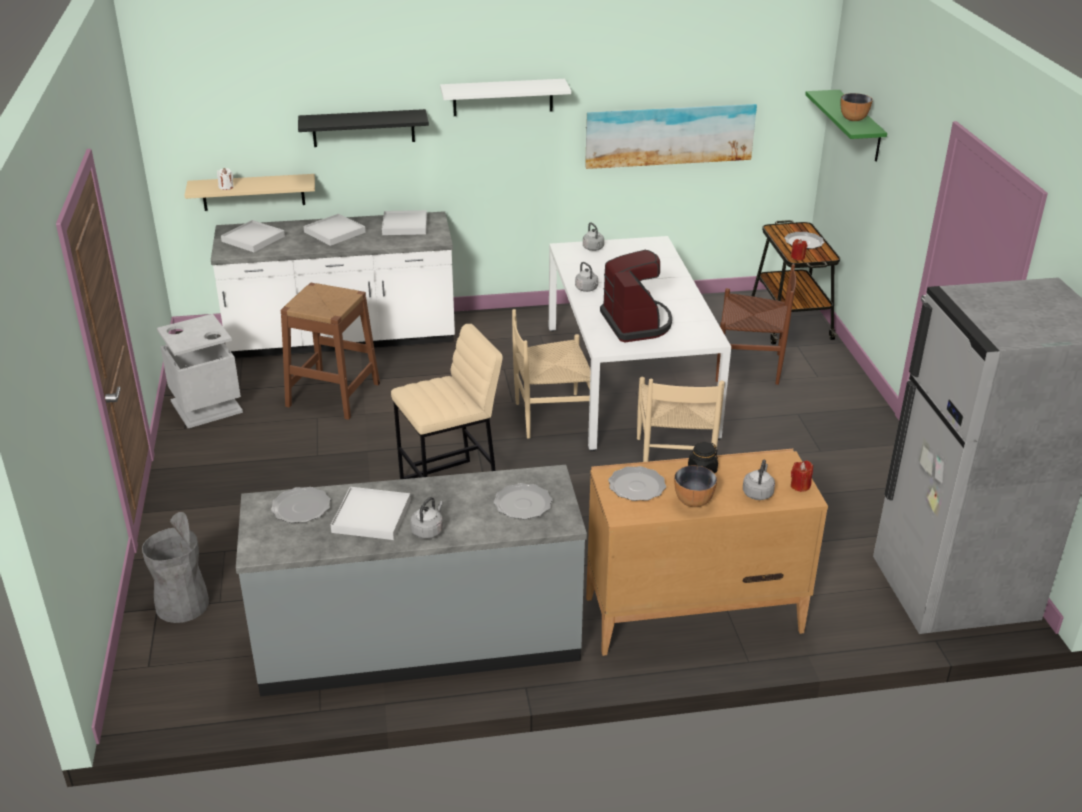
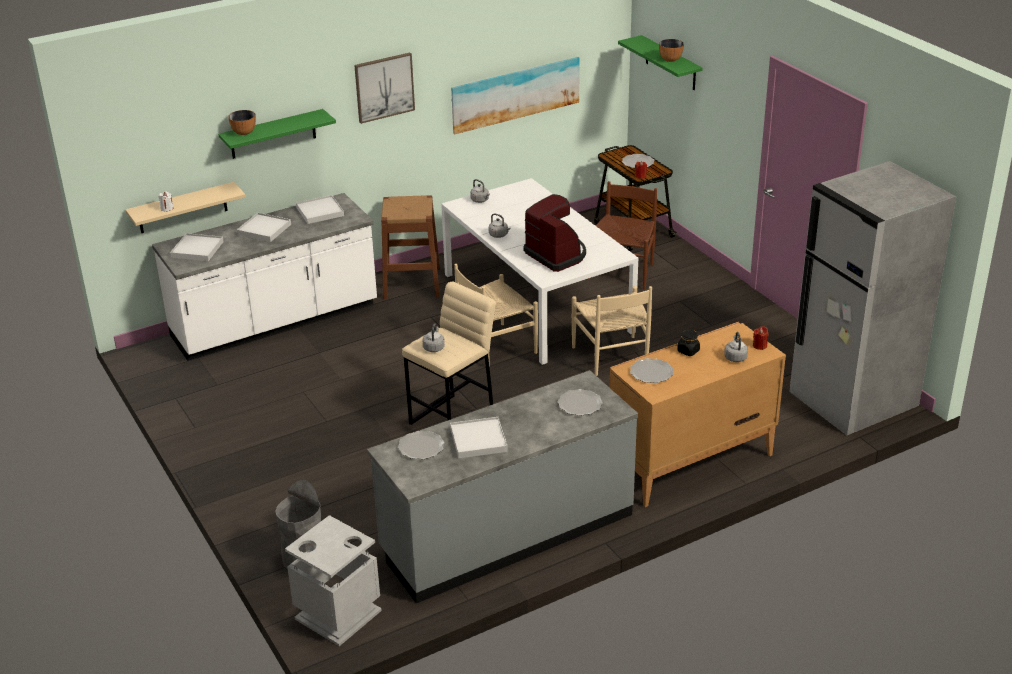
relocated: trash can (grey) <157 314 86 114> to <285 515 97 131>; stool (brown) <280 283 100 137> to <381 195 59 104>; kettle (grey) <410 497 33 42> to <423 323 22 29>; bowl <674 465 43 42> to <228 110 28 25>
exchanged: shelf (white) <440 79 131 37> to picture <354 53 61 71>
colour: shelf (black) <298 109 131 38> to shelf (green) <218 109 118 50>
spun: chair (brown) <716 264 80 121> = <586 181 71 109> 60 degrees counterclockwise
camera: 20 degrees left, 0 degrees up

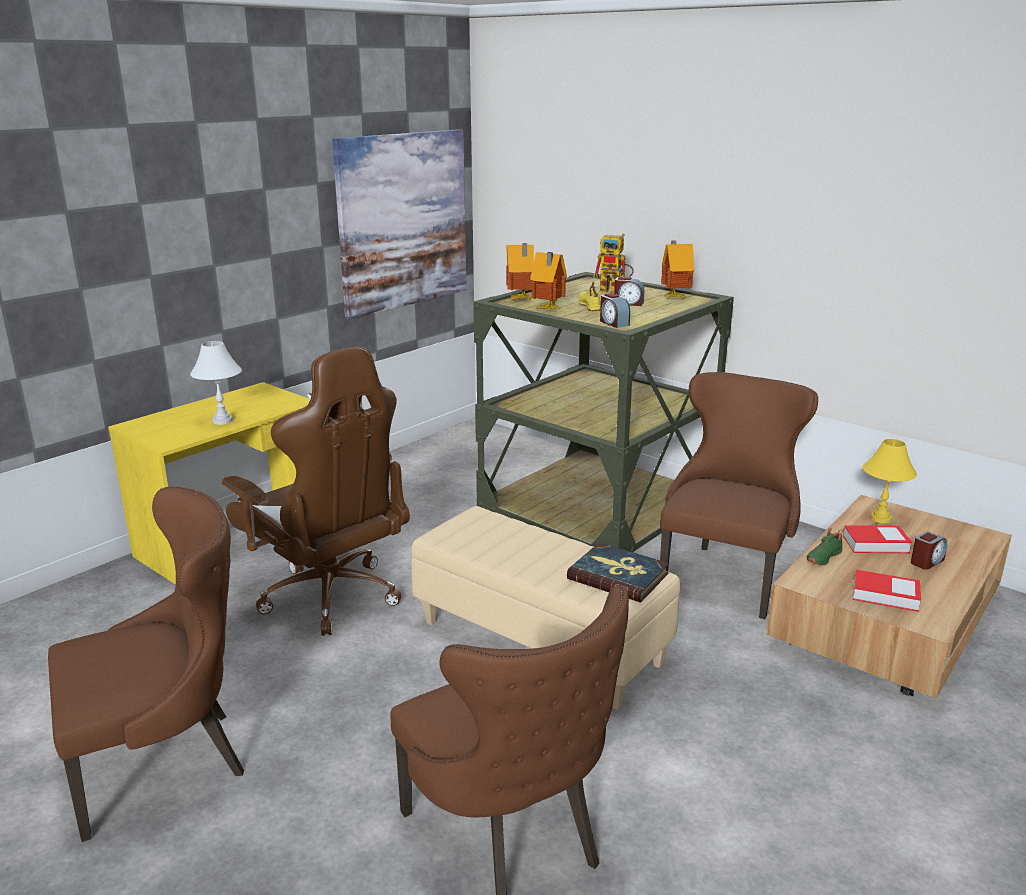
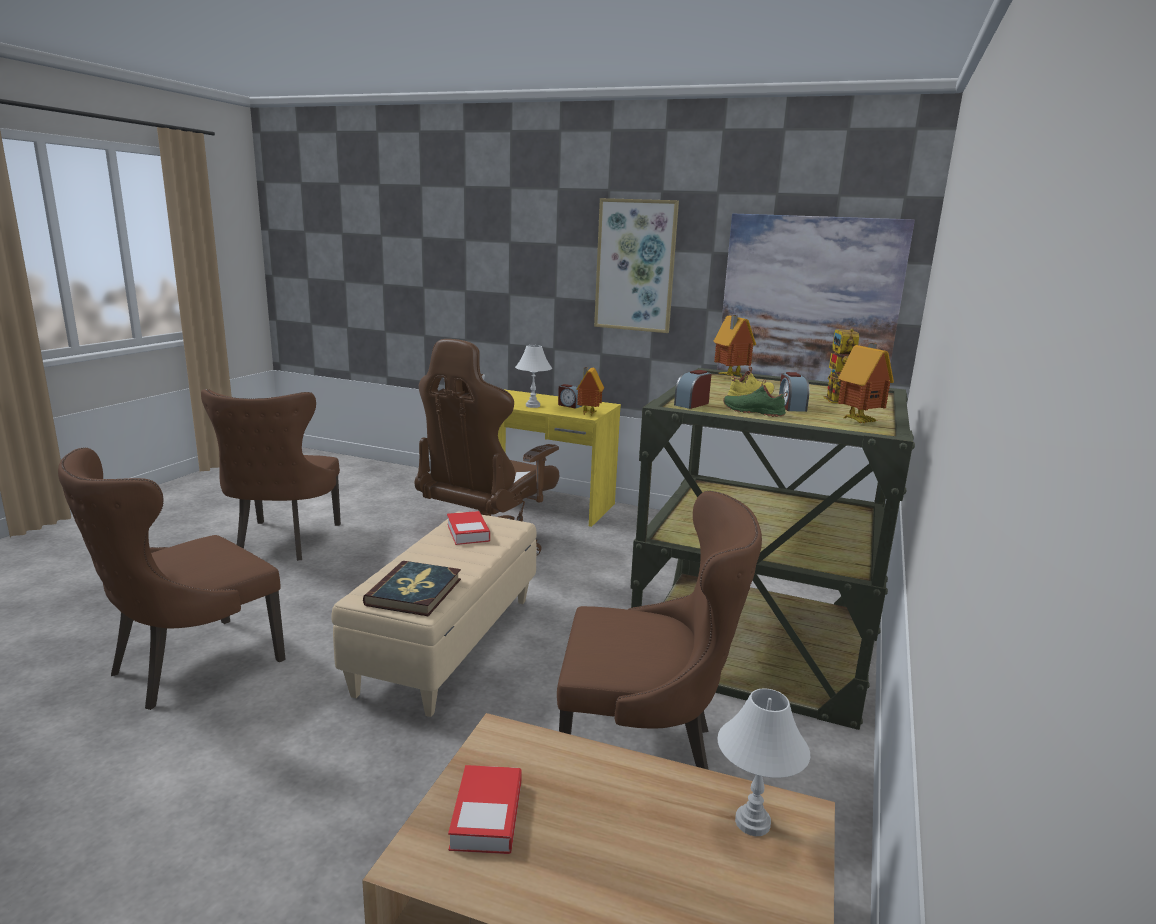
appeared: picture <594 198 85 135>
relocated: toy house <530 252 37 59> to <576 367 28 49>; shoe (green) <807 528 36 38> to <723 380 65 37>; book <843 525 69 28> to <447 511 43 34>; alarm clock <911 531 36 39> to <558 384 24 25>
colour: table lamp (yellow) <863 439 54 84> to table lamp (white) <718 688 92 148>
spun: chair (brown) <48 487 196 355> = <201 389 140 172> 45 degrees clockwise
camera: 70 degrees right, 5 degrees down

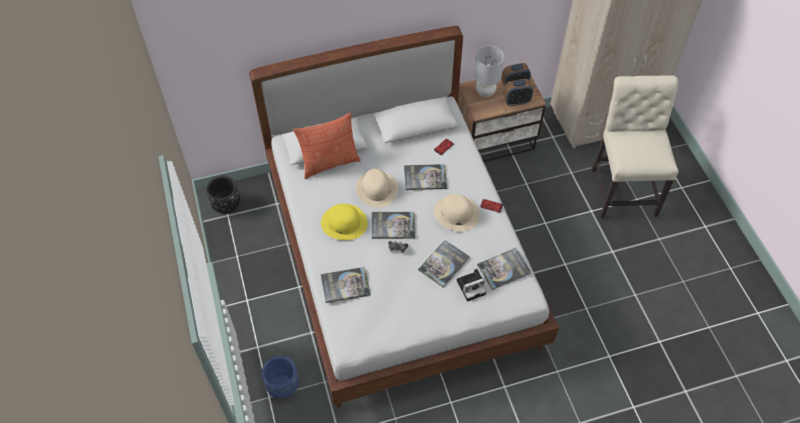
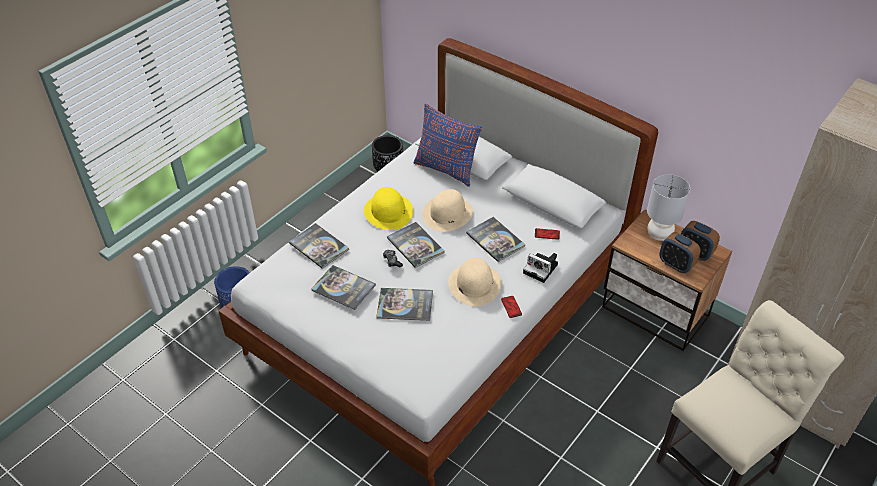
relocated: photo camera <457 269 29 32> to <523 253 35 30>; book <477 248 54 42> to <311 265 65 45>
colour: pillow (orange) <294 113 67 66> to pillow (blue) <414 104 68 83>
camera: 55 degrees right, 10 degrees down

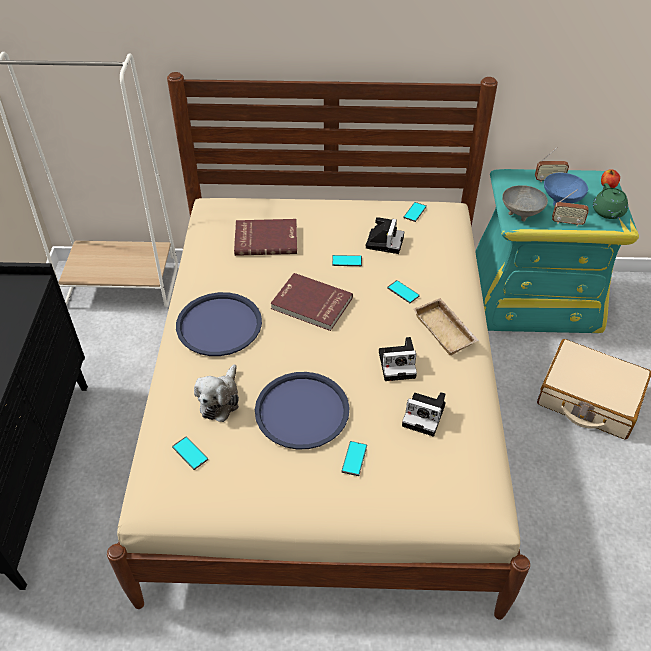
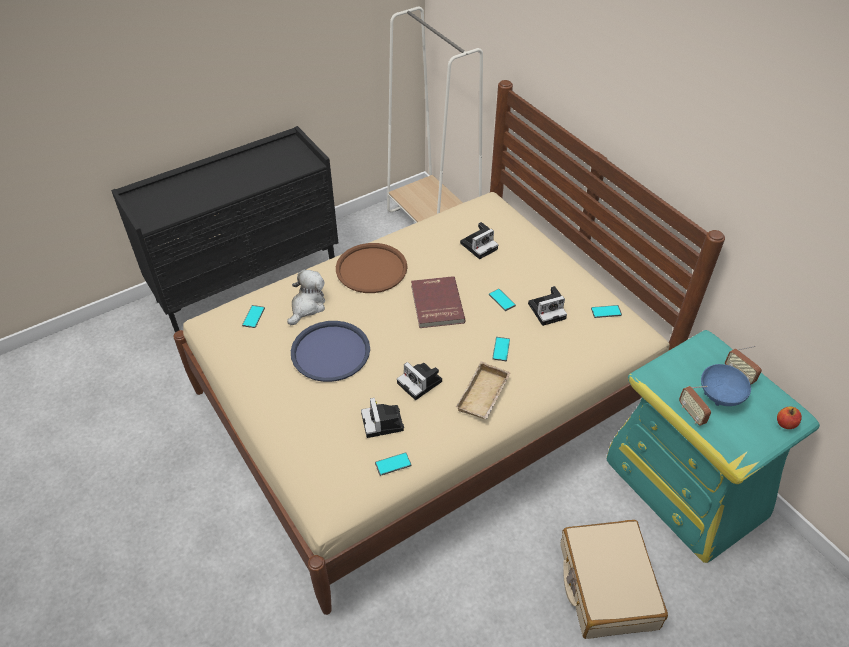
missing: bowl (grey) <502 185 46 36>; teapot (green) <593 183 35 36>
relocated: phone <342 441 25 35> to <375 452 36 24>
exchanged: book (red) <234 219 63 37> to photo camera <460 222 38 37>
colour: tray (blue) <176 292 86 64> to tray (brown) <336 243 72 50>
spun: plush toy <194 364 45 58> = <287 269 38 56> 135 degrees clockwise
camera: 55 degrees right, 0 degrees up

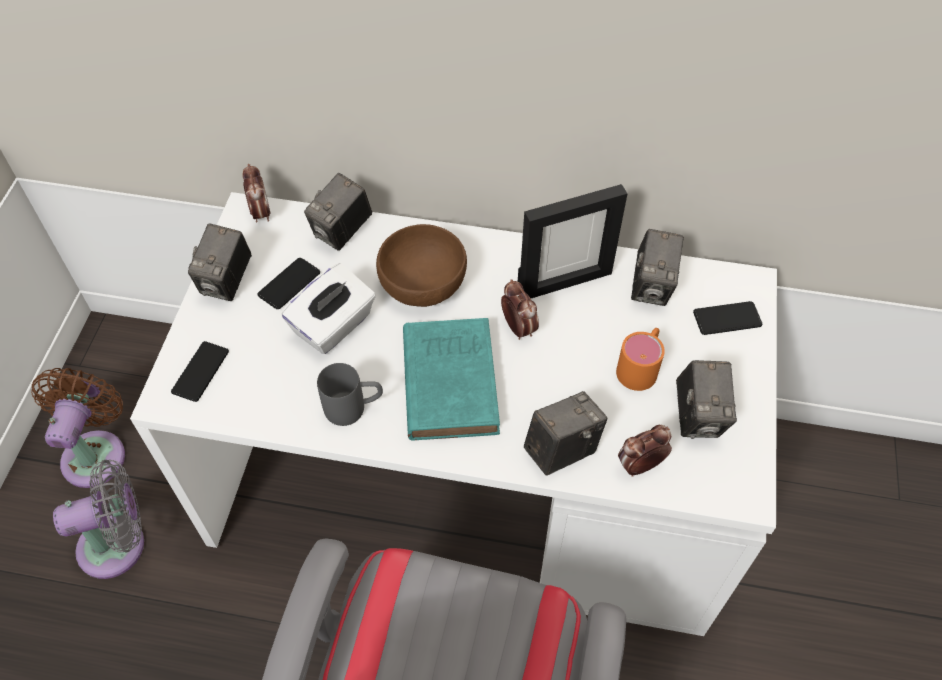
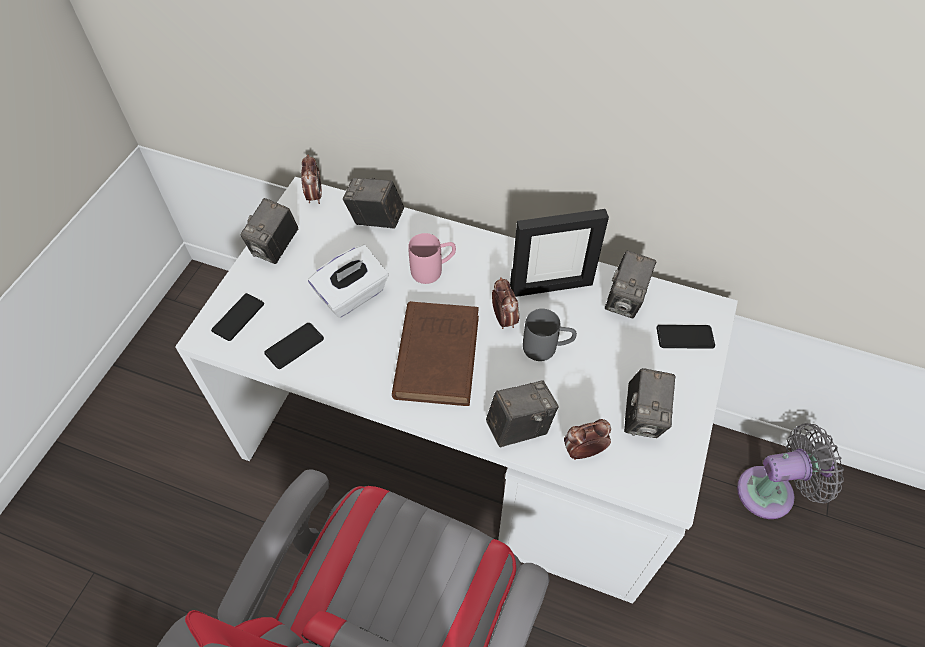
missing: fan (brown) <31 368 94 120>; mug (orange) <616 328 49 63>
relocated: fan (grey) <53 460 91 119> to <737 423 107 96>; phone <257 258 63 51> to <264 323 60 46>; mug (grey) <317 363 66 63> to <523 309 54 52>
exchanged: bowl (brown) <376 224 91 83> to mug (pink) <408 233 48 51>
colour: book (turquoise) <403 318 97 123> to book (brown) <392 301 87 105>
spun: photo camera <304 173 68 78> = <343 177 61 52> 60 degrees clockwise
camera: 10 degrees right, 0 degrees up

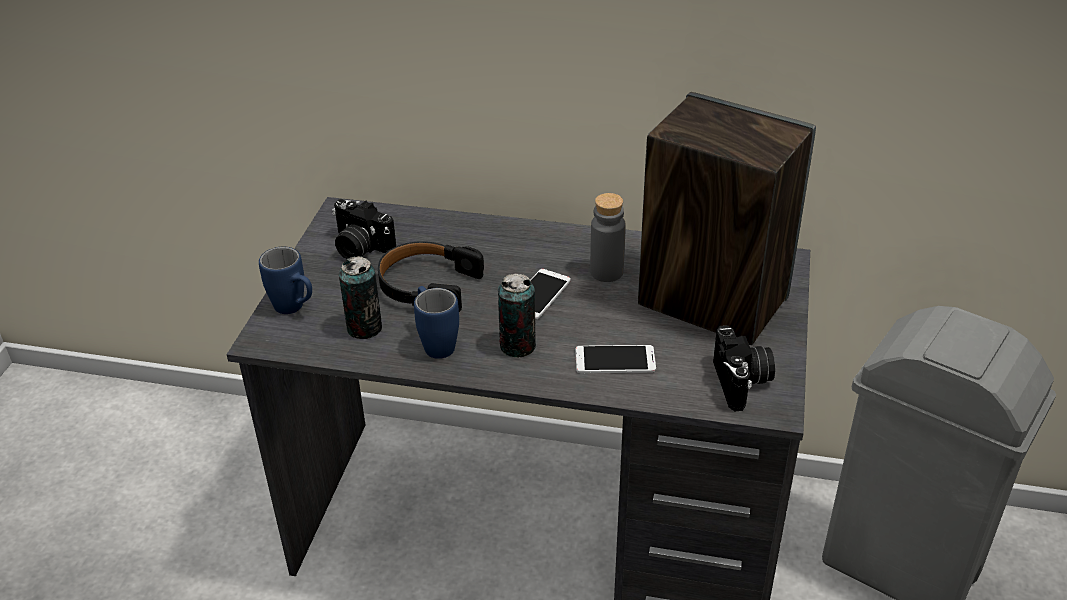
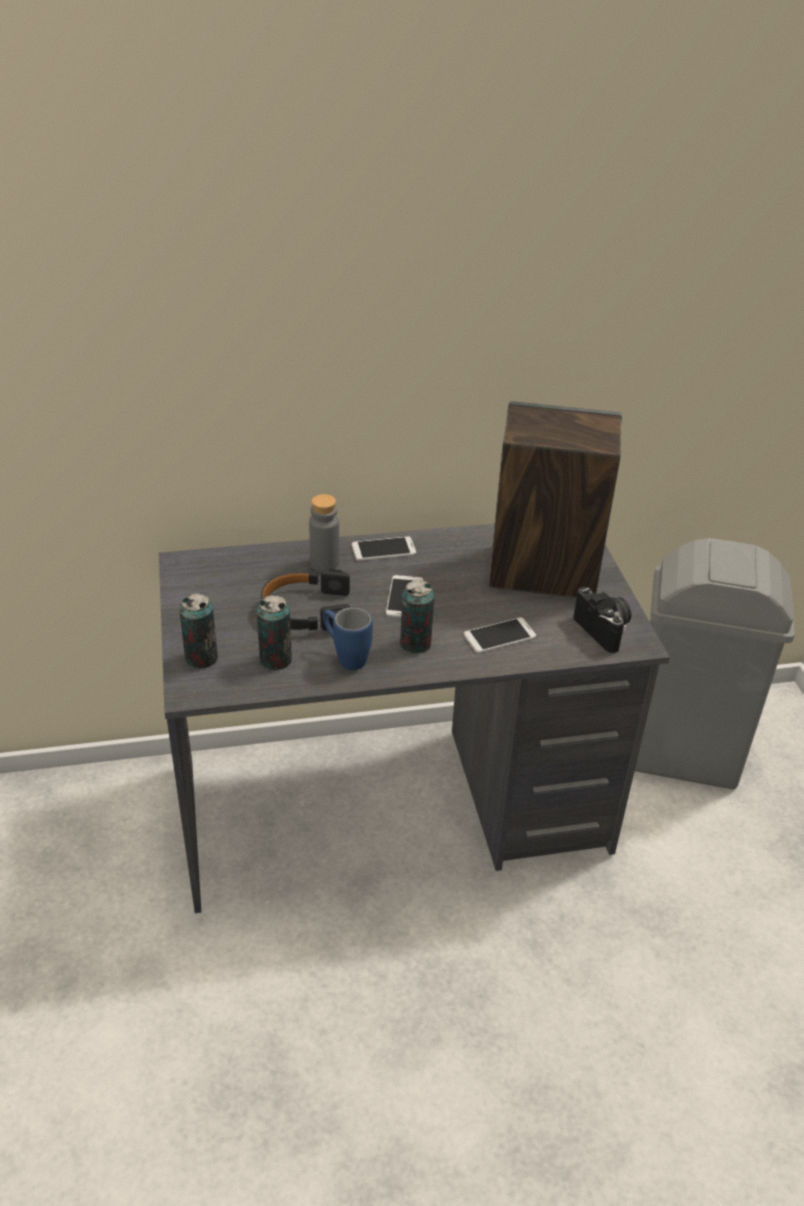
missing: photo camera <332 199 64 60>
appeared: phone <352 536 64 25>
relocated: bottle (grey) <590 193 36 89> to <309 494 30 77>
exchanged: mug (blue) <259 247 53 67> to can <179 593 39 75>
camera: 25 degrees left, 0 degrees up

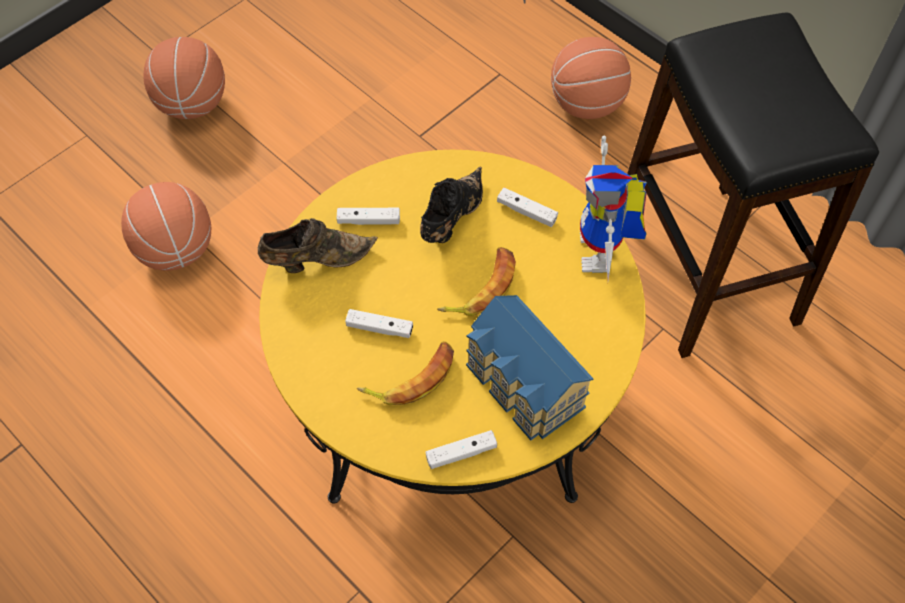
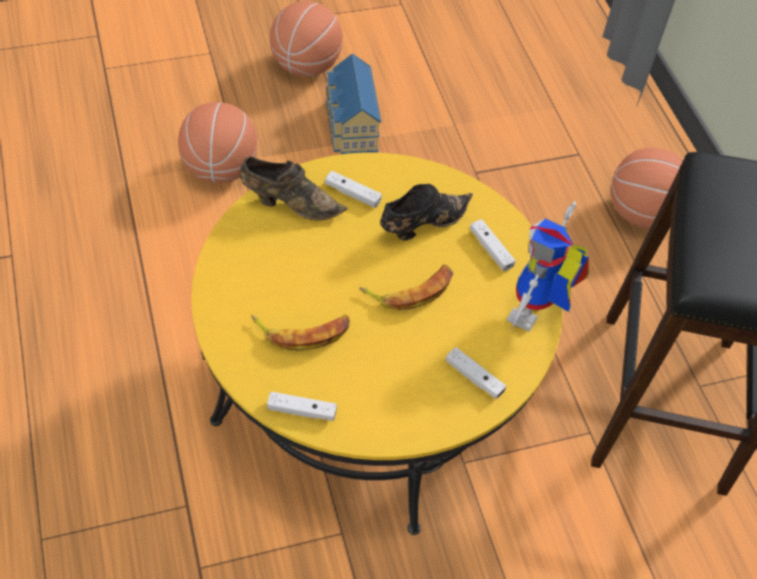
relocated: game controller (white) <345 309 68 29> to <446 347 60 52>; toy house <466 295 127 145> to <326 53 55 101>
camera: 25 degrees right, 5 degrees down

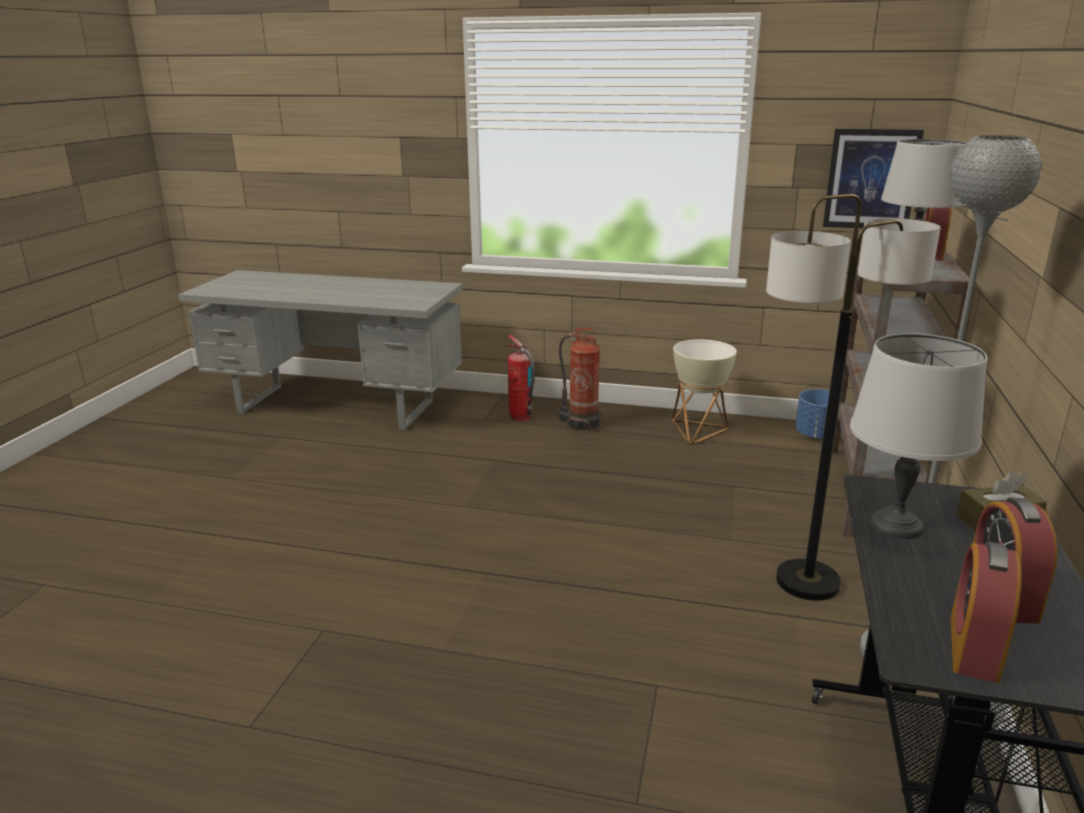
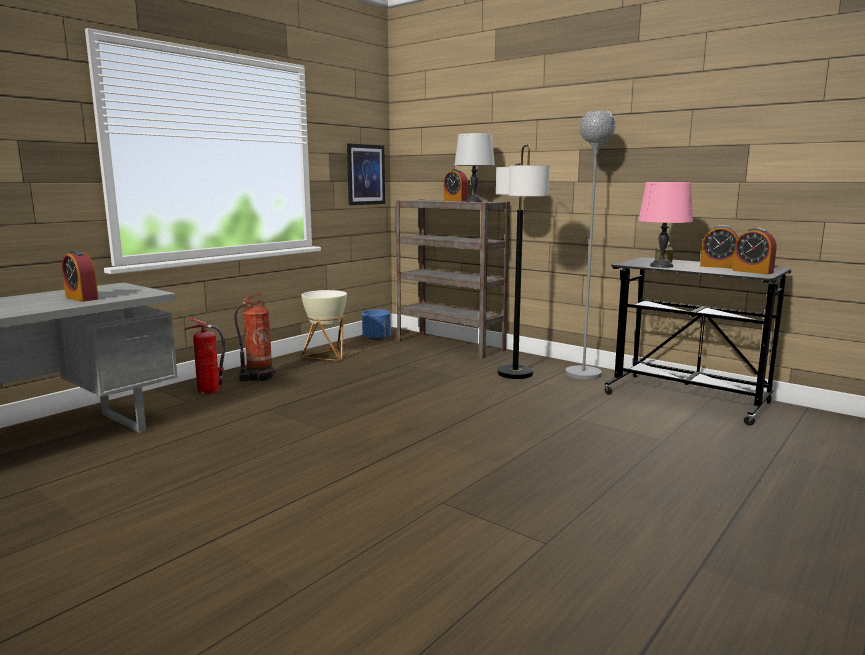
appeared: alarm clock <62 250 37 52>
colour: table lamp (grey) <850 333 137 206> to table lamp (pink) <638 182 55 86>
camera: 65 degrees left, 10 degrees down

